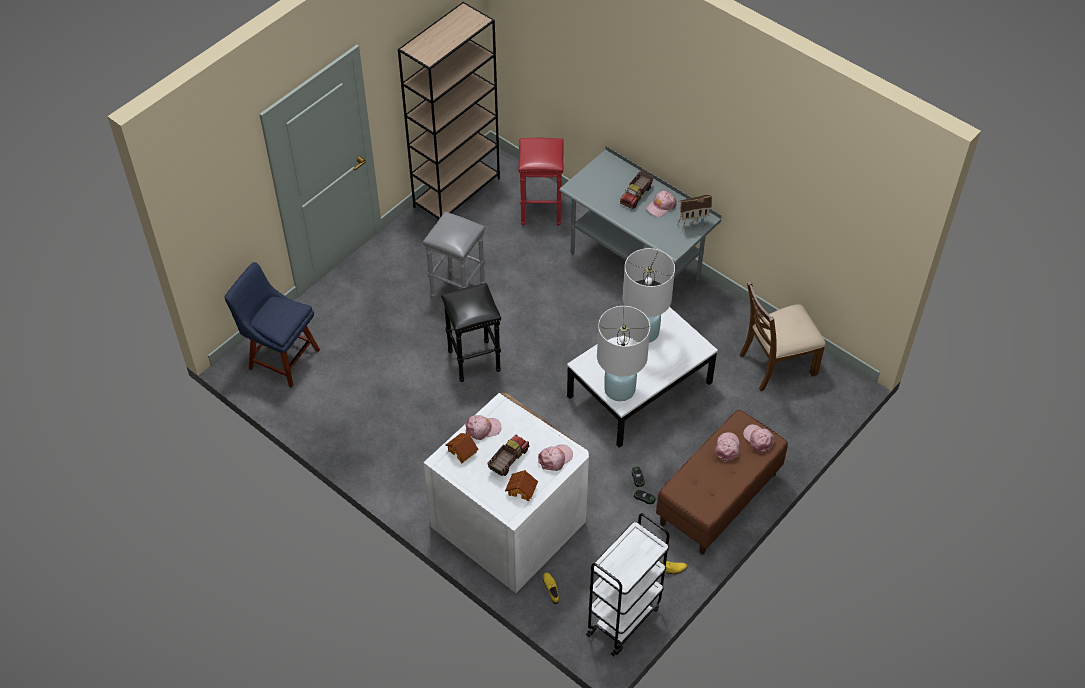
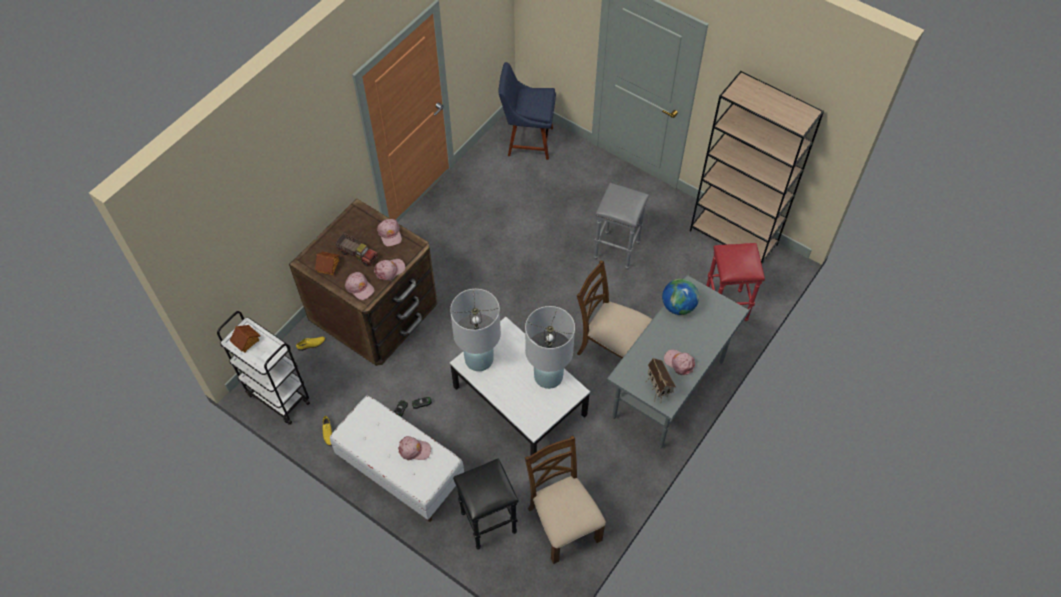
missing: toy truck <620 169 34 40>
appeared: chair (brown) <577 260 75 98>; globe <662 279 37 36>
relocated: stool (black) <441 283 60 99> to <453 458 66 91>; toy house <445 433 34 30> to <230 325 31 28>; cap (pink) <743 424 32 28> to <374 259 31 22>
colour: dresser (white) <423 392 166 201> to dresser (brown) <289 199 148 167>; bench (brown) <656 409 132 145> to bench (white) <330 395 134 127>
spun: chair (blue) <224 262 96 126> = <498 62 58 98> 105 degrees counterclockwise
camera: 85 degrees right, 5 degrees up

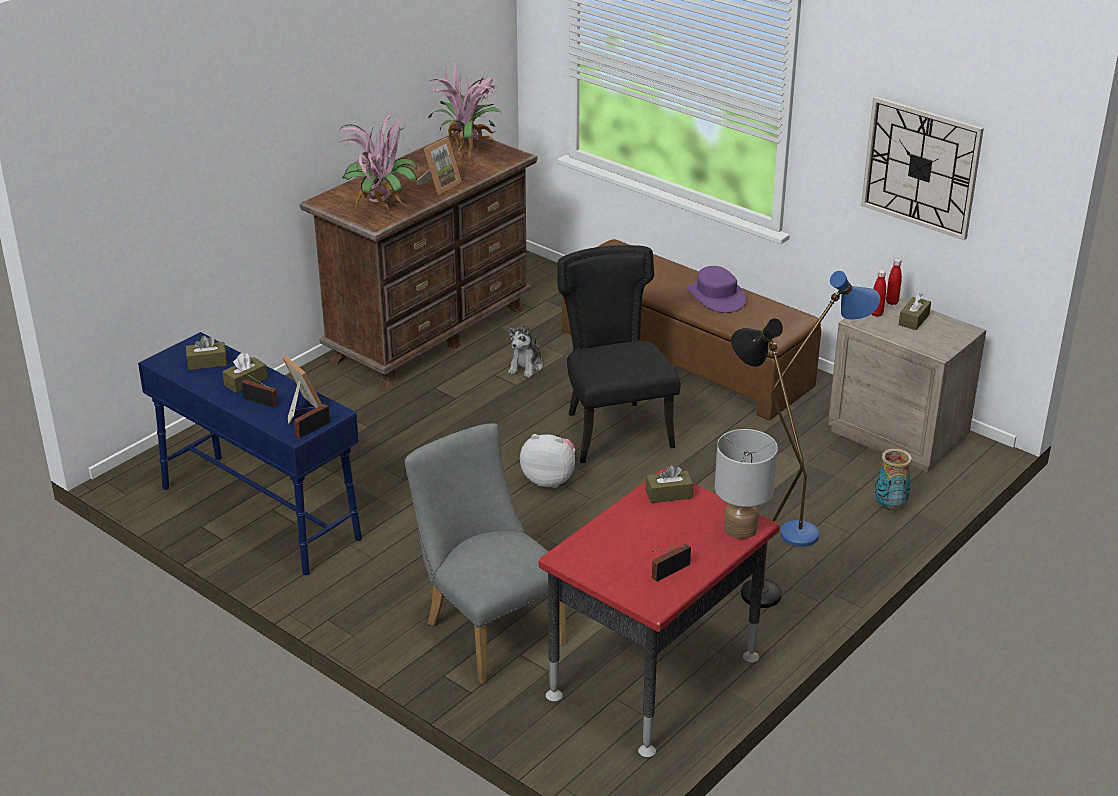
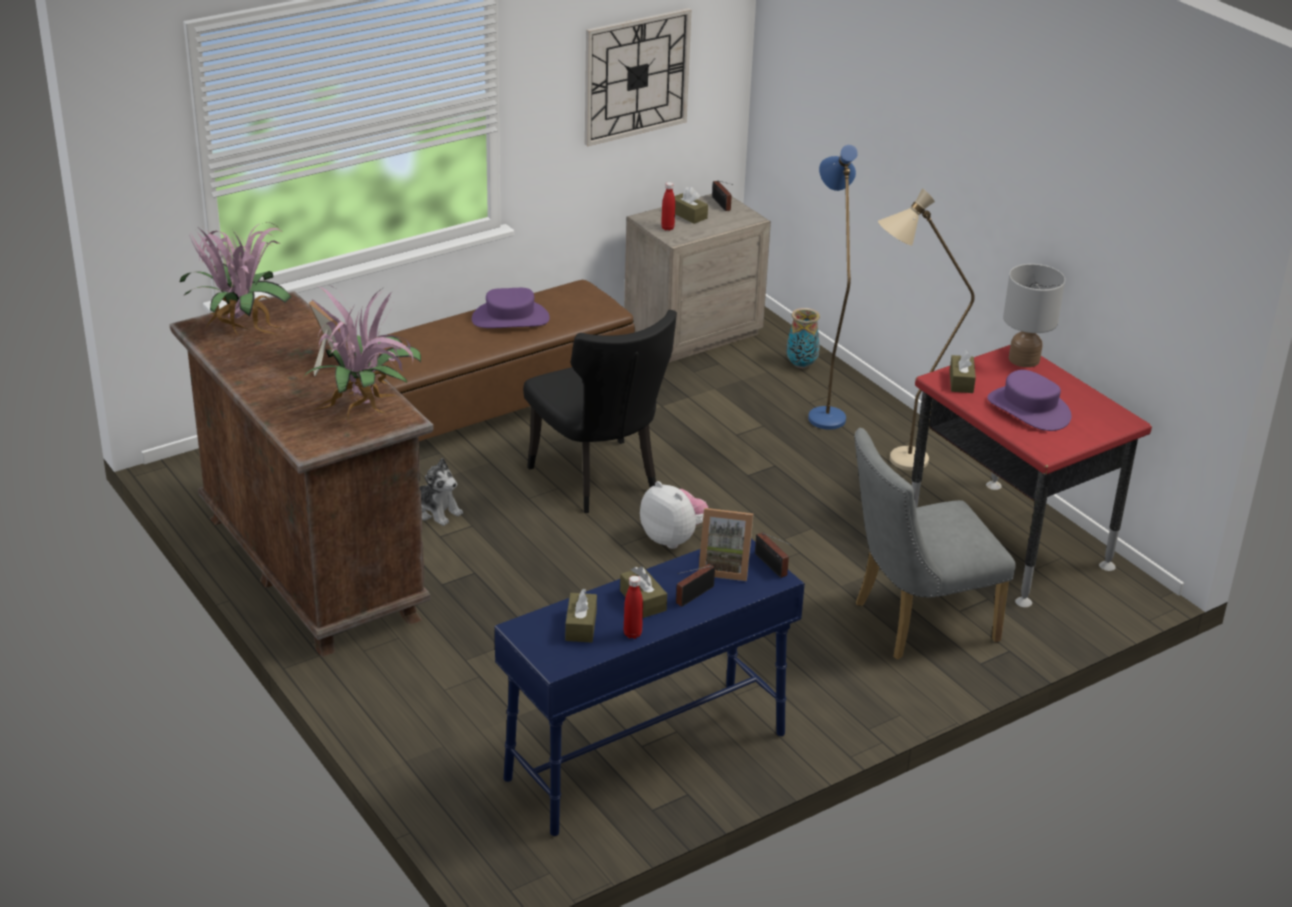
appeared: hat (purple) <987 370 85 61>
relocated: radio <652 544 39 38> to <712 181 21 30>; bottle (red) <886 259 16 46> to <624 576 19 63>
colour: floor lamp (black) <731 318 73 290> to floor lamp (beige) <878 188 97 283>
spun: picture frame <283 355 40 69> = <699 508 54 73> 150 degrees counterclockwise; plush toy <520 434 55 54> = <640 481 68 68> 105 degrees clockwise; chair (black) <558 245 123 218> = <523 310 154 203> 120 degrees counterclockwise
camera: 75 degrees left, 0 degrees up

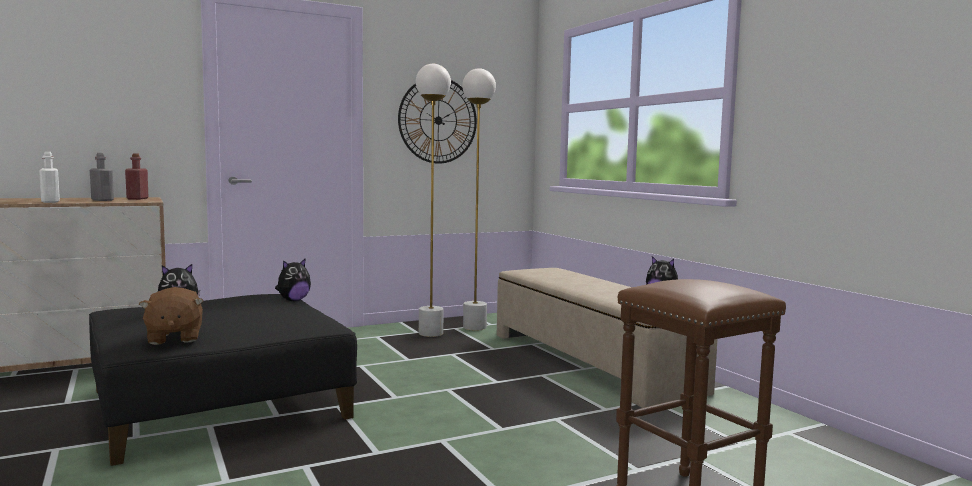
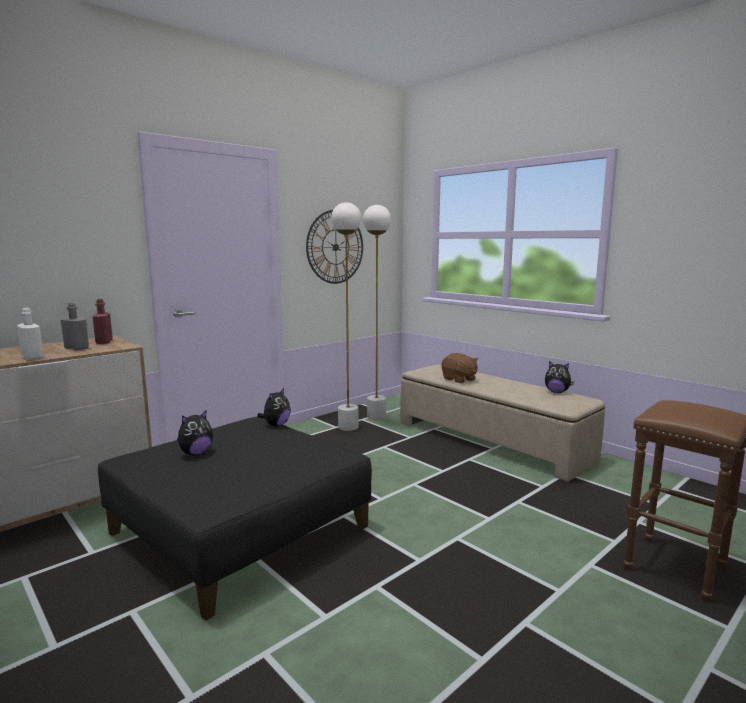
relocated: plush toy (brown) <139 287 64 58> to <441 353 37 30>
camera: 15 degrees left, 5 degrees up

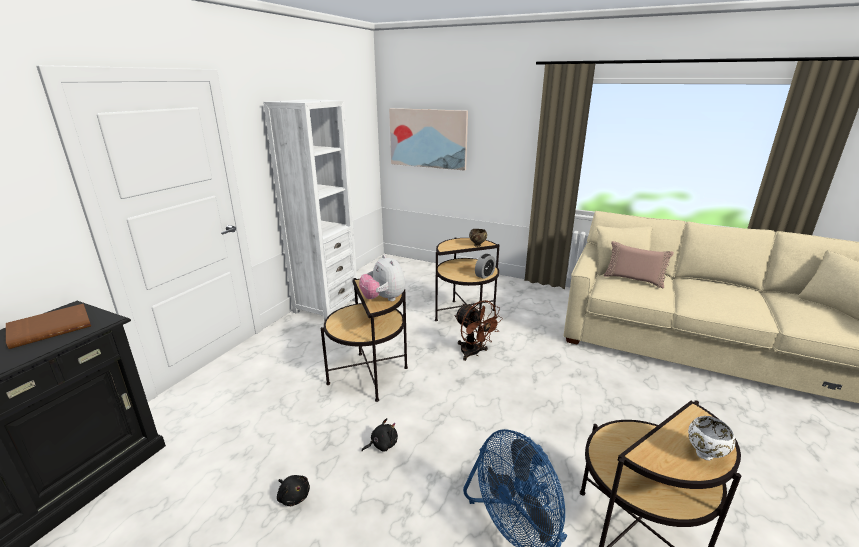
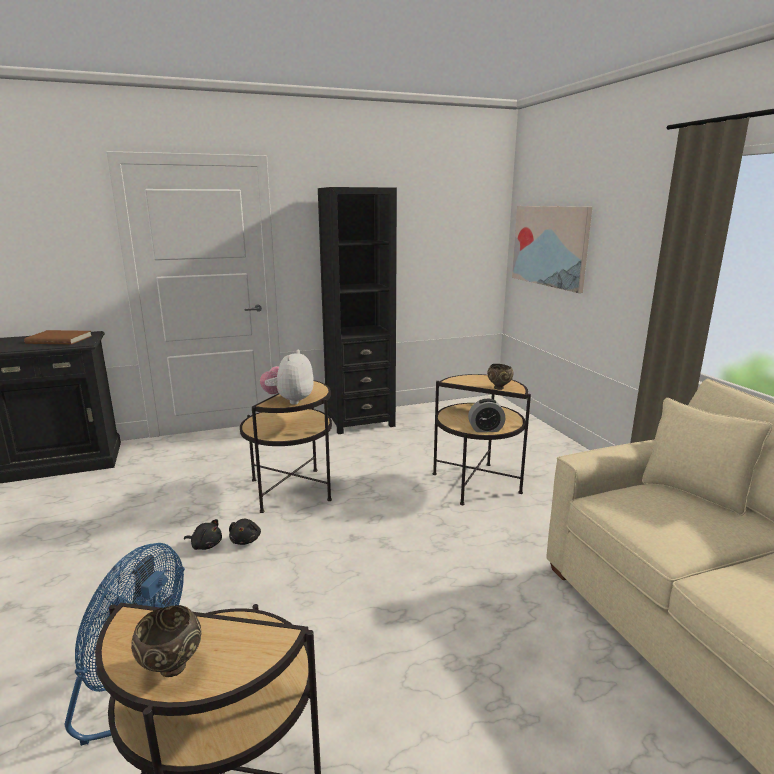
missing: fan (brown) <454 300 49 61>; pillow (beige) <604 241 70 47>
relocated: plush toy (black) <277 475 33 31> to <229 519 32 26>
colour: bookcase (white) <263 99 96 222> to bookcase (black) <318 187 79 247>; bowl (white) <688 416 48 44> to bowl (brown) <131 605 71 72>
camera: 45 degrees right, 5 degrees down

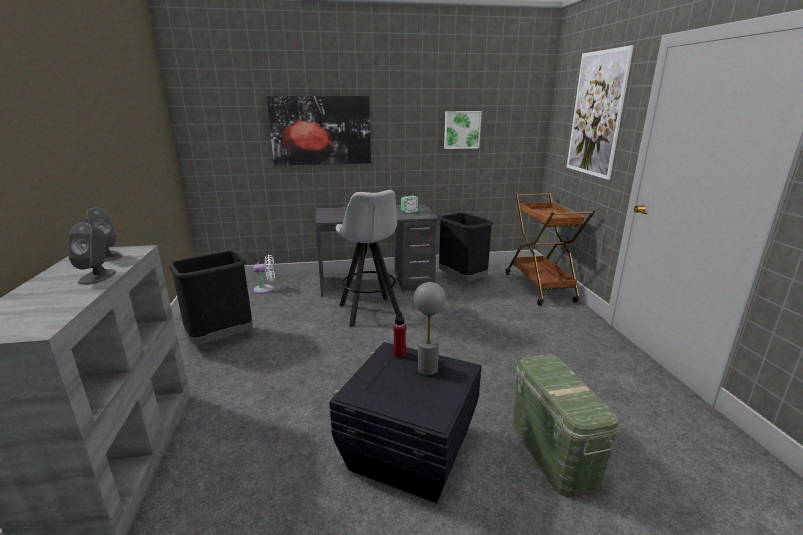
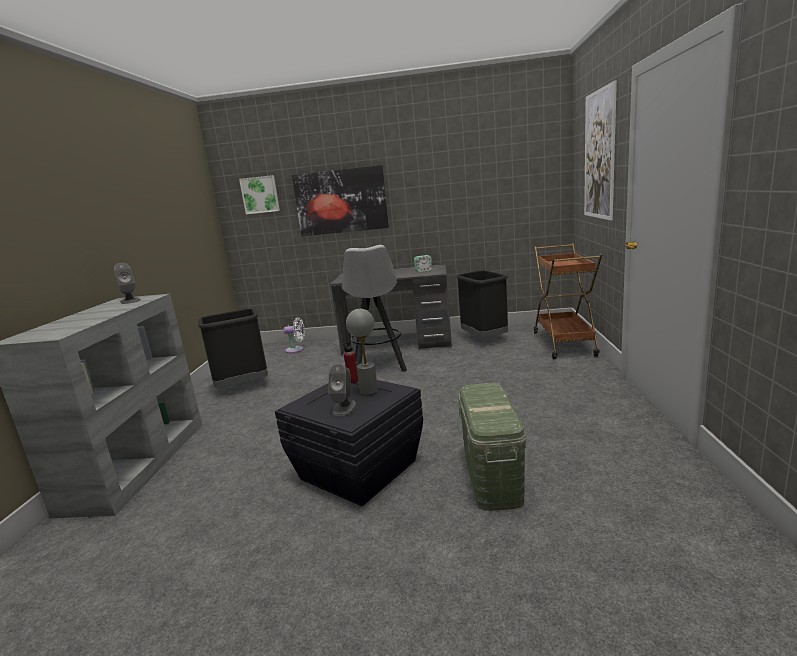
relocated: speaker (grey) <69 222 47 63> to <328 364 28 52>; picture <444 111 38 38> to <239 175 41 39>
camera: 15 degrees right, 5 degrees down

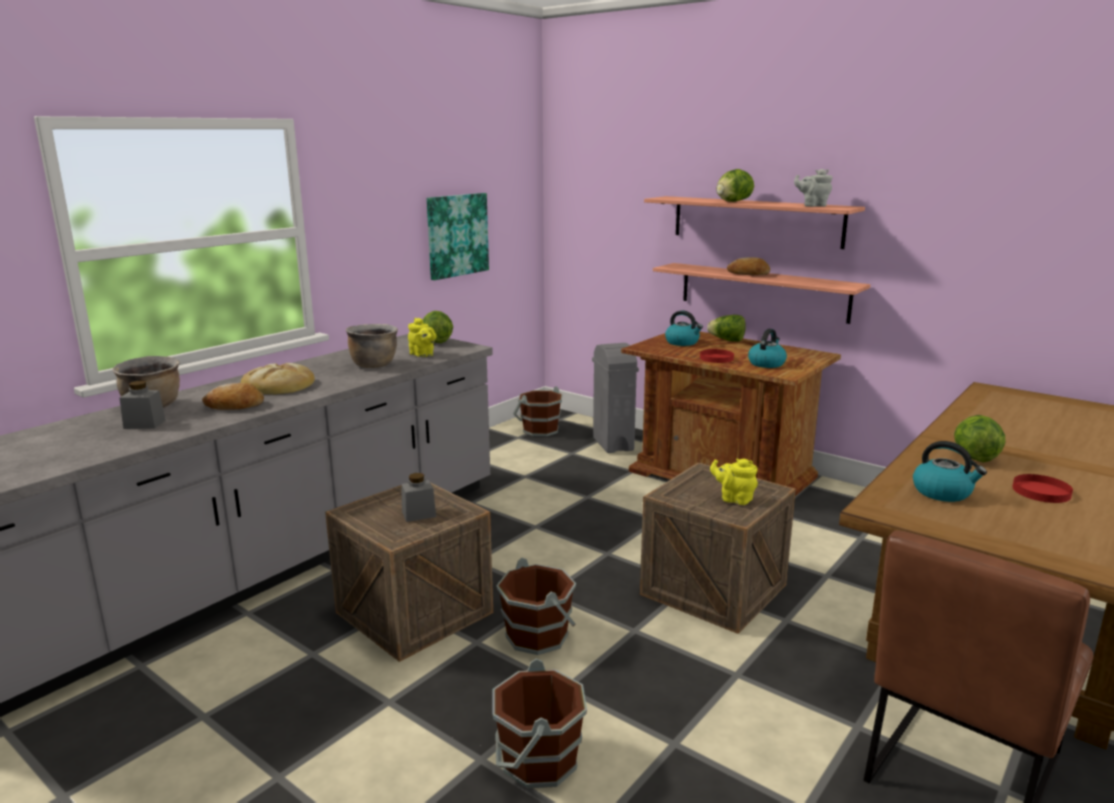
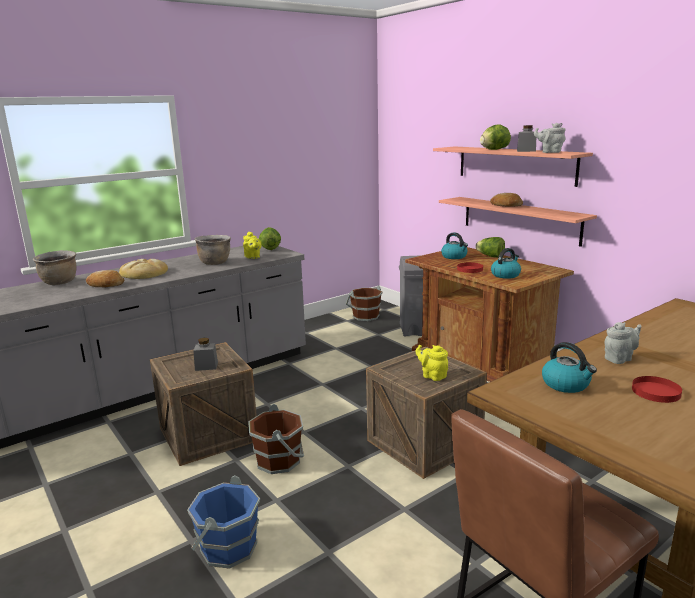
missing: picture <427 193 62 87>
relocated: jar (grey) <120 381 46 48> to <517 125 19 27>
exchanged: lettuce <954 415 52 47> to teapot (grey) <604 322 38 42>
colour: bucket (brown) <492 658 95 131> to bucket (blue) <187 475 73 94>
camera: 15 degrees right, 0 degrees up

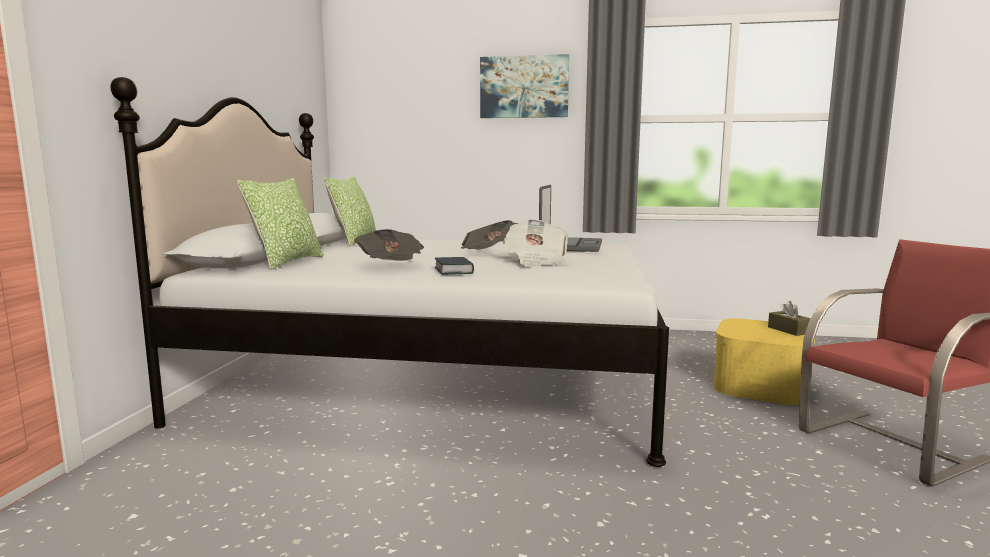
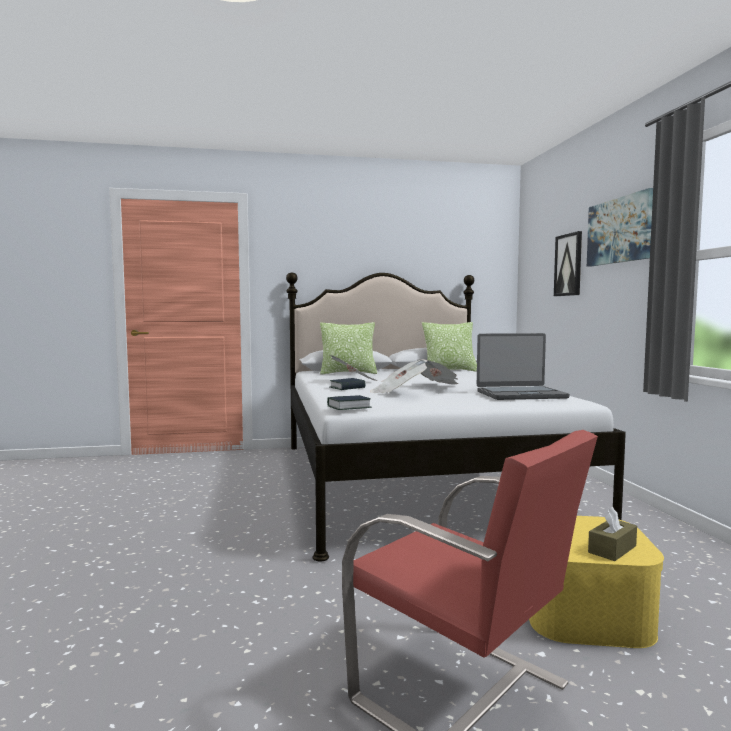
appeared: book <327 395 45 15>; picture <554 231 28 65>
camera: 70 degrees right, 5 degrees down

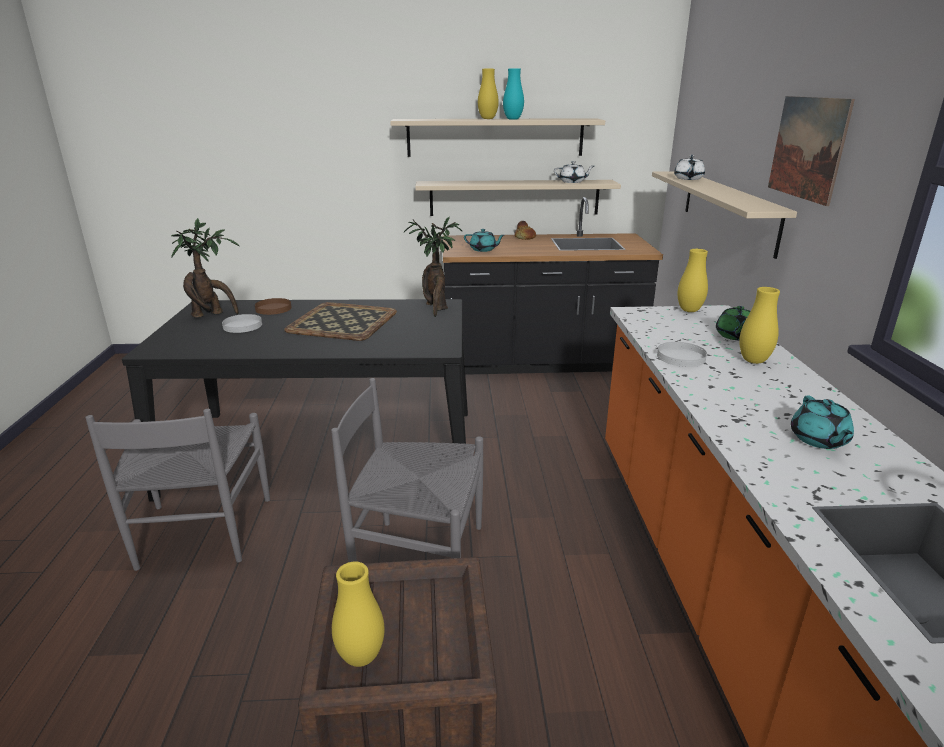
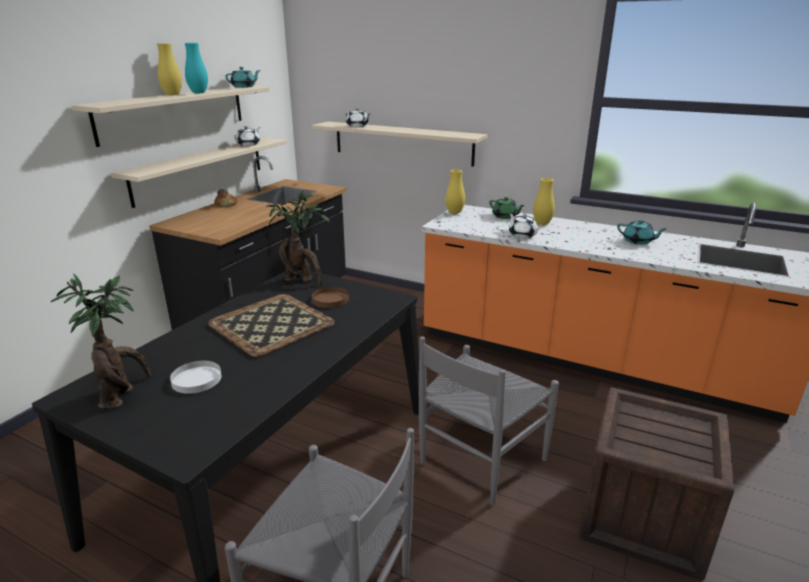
missing: vase (yellow) <332 561 53 106>; picture <768 96 87 110>
relocated: plate (brown) <255 298 37 17> to <312 287 37 21>; teapot (turquoise) <464 229 40 23> to <225 67 35 21>
exchanged: plate (white) <657 342 50 25> to teapot (white) <509 213 29 25>
camera: 60 degrees left, 0 degrees up

